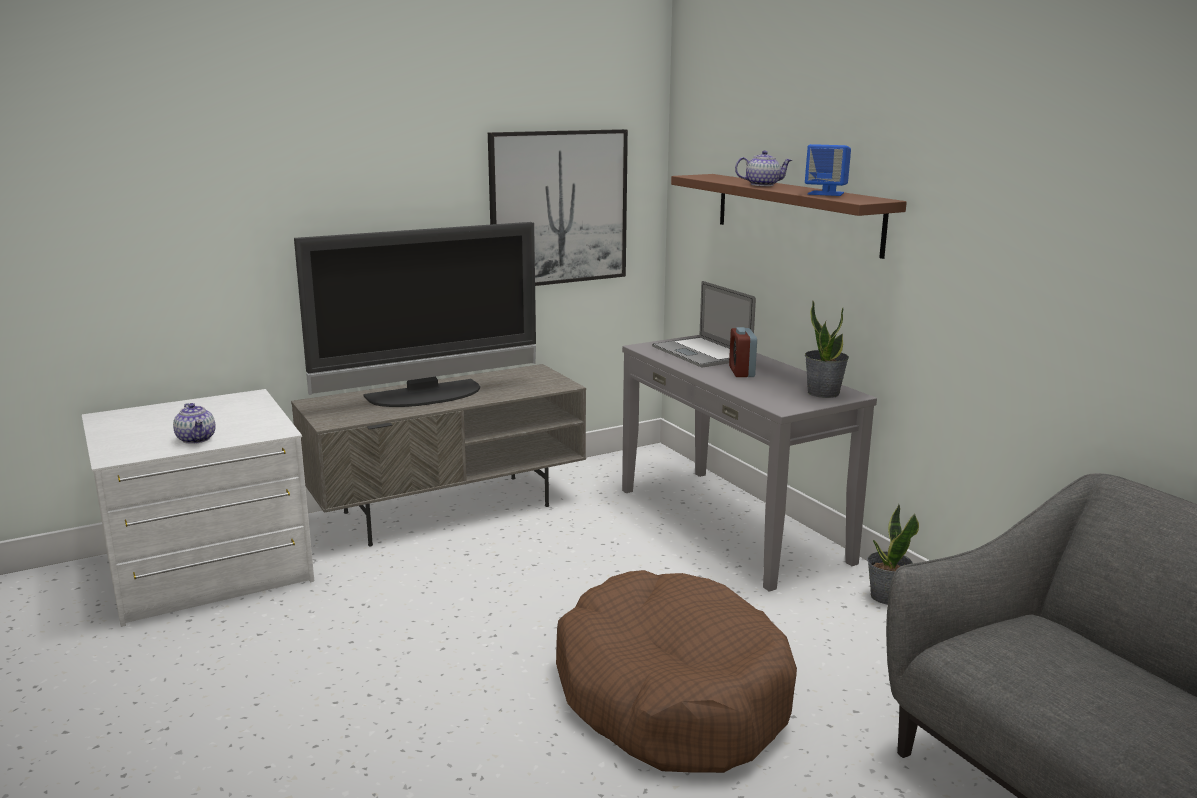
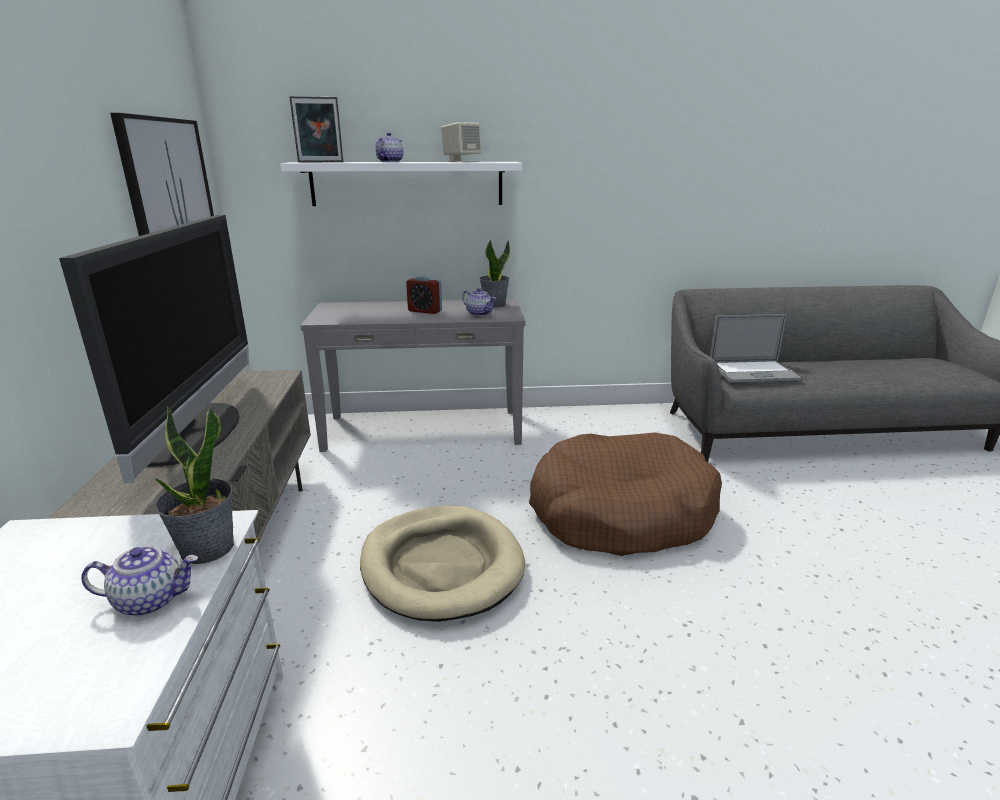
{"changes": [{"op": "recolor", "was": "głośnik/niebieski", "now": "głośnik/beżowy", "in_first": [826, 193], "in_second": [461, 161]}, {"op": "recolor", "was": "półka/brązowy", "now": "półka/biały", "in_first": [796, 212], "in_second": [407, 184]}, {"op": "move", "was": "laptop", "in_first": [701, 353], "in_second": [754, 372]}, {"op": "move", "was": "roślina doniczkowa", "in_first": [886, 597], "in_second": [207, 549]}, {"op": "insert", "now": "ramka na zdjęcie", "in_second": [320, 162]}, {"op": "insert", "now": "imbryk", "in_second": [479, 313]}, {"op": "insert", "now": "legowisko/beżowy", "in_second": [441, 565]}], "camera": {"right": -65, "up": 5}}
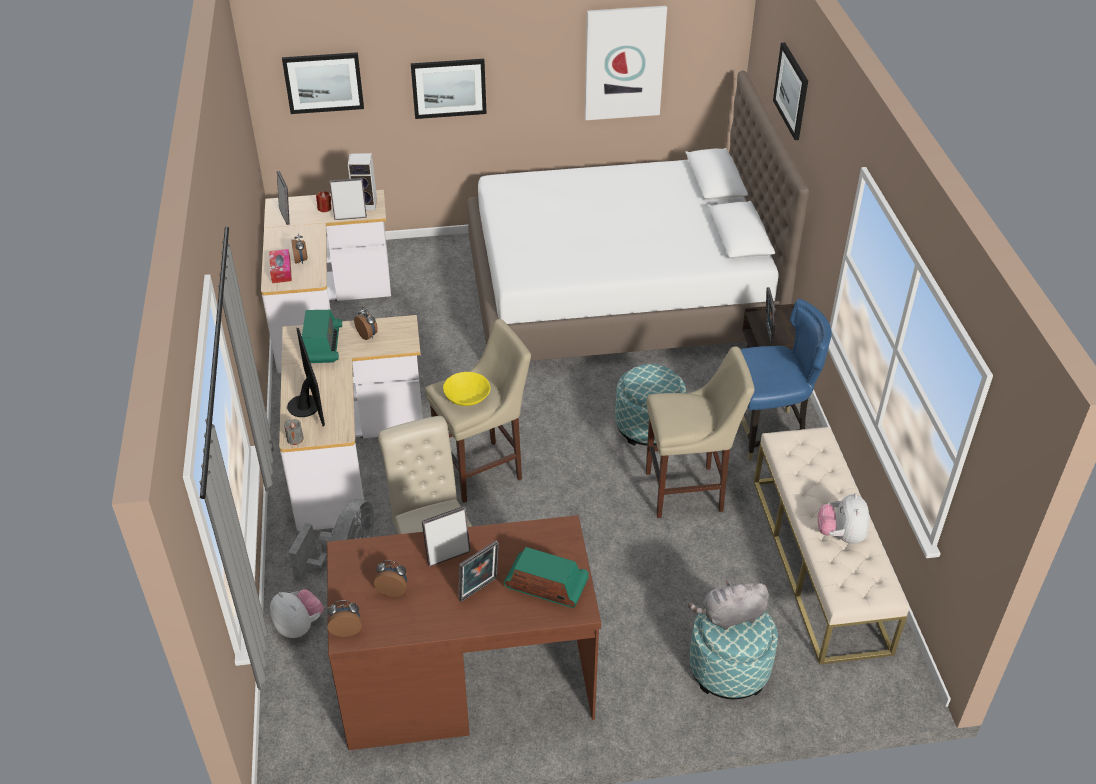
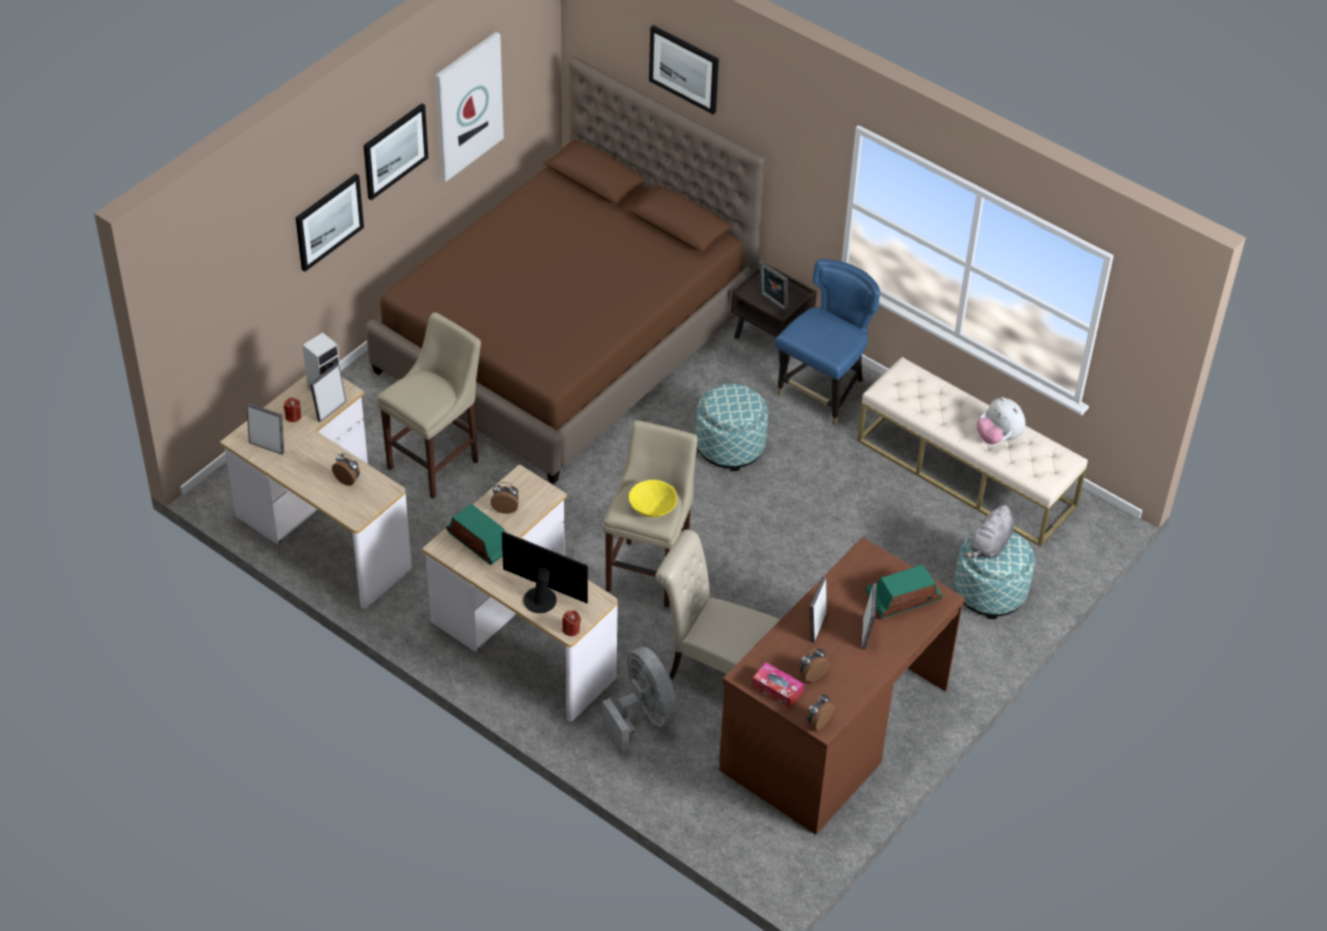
{"changes": [{"op": "move", "was": "obraz", "in_first": [323, 82], "in_second": [394, 150]}, {"op": "recolor", "was": "łóżko/biały", "now": "łóżko/brązowy", "in_first": [619, 294], "in_second": [566, 340]}, {"op": "move", "was": "pudełko chusteczek", "in_first": [281, 271], "in_second": [777, 690]}, {"op": "move", "was": "stołek/beżowy", "in_first": [688, 491], "in_second": [436, 462]}, {"op": "recolor", "was": "świeca/szary", "now": "świeca/czerwony", "in_first": [295, 439], "in_second": [571, 629]}, {"op": "delete", "was": "pluszak", "in_first": [299, 626]}], "camera": {"right": -45, "up": 5}}
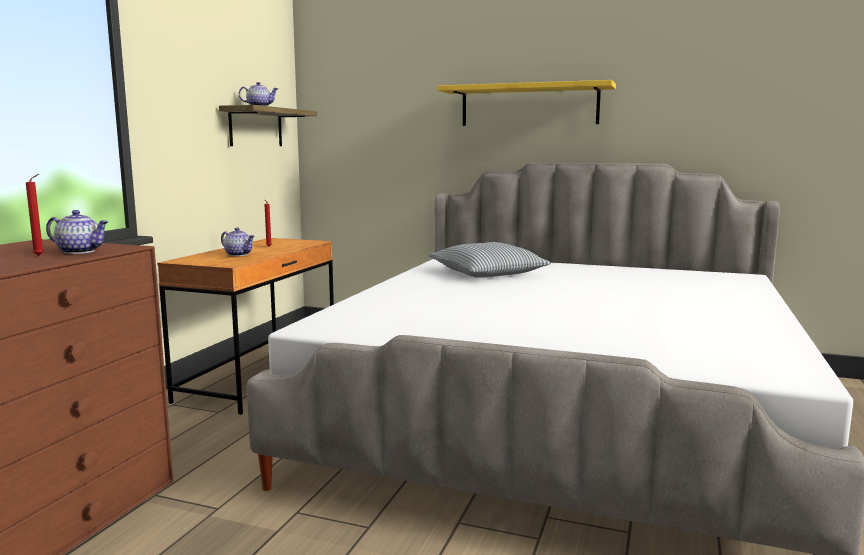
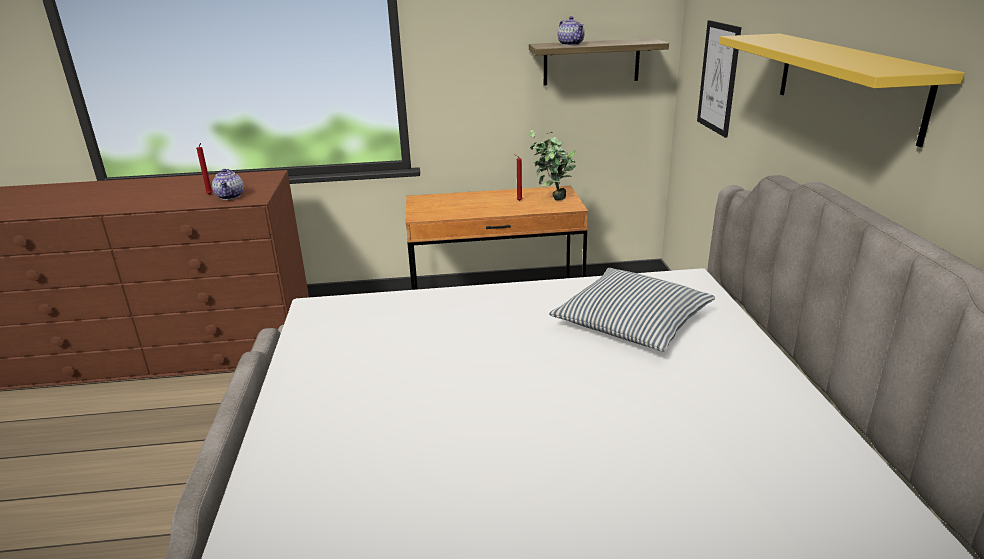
{"changes": [{"op": "delete", "was": "imbryk", "in_first": [239, 254]}, {"op": "insert", "now": "obraz", "in_second": [718, 78]}, {"op": "insert", "now": "roślina doniczkowa", "in_second": [551, 200]}], "camera": {"right": 65, "up": 15}}
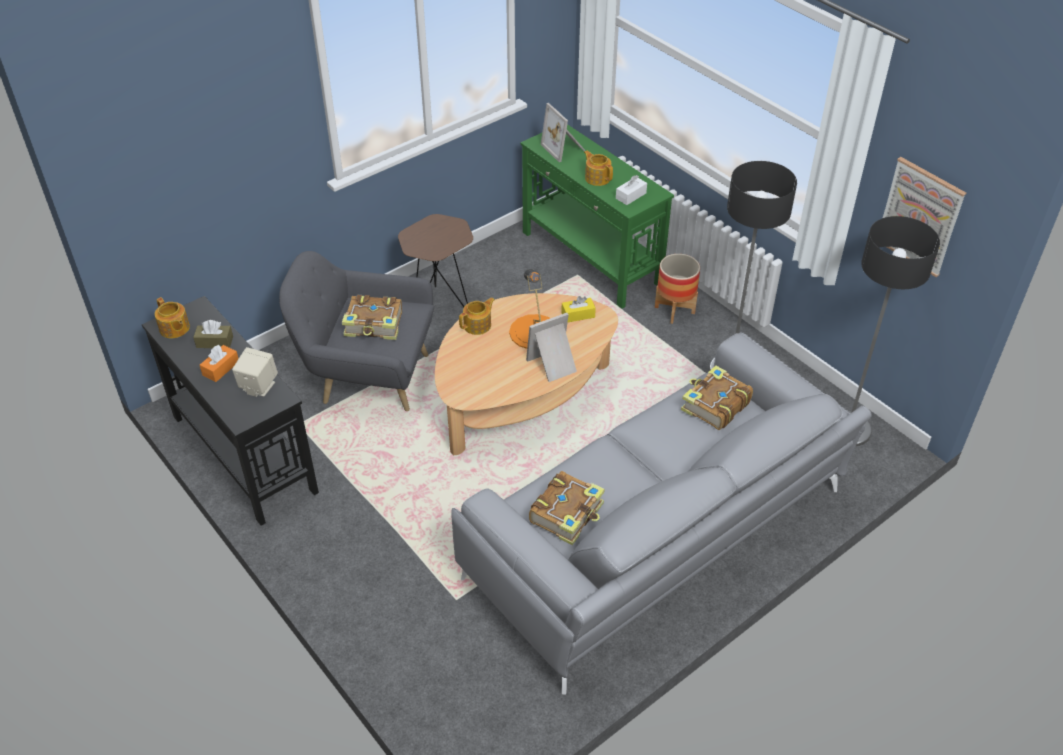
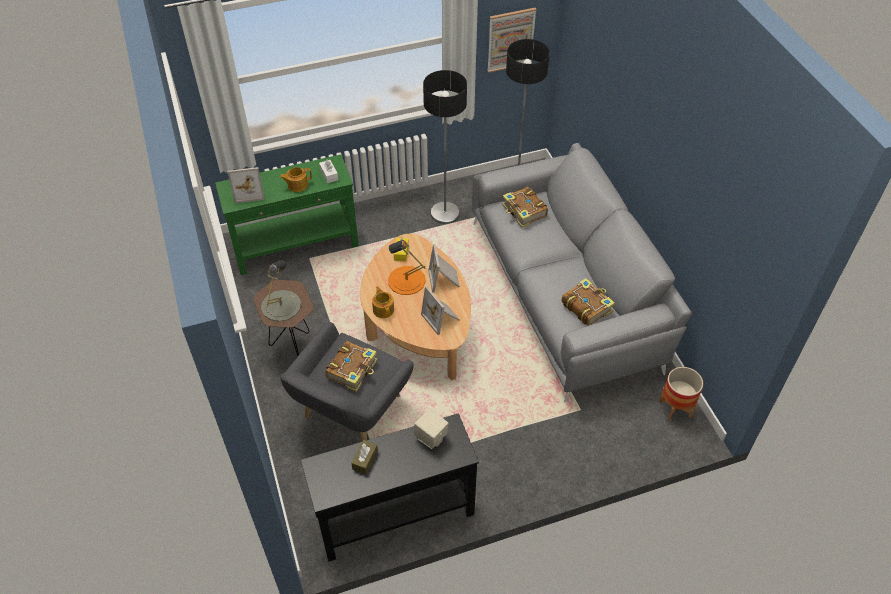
{"changes": [{"op": "move", "was": "donica", "in_first": [674, 310], "in_second": [675, 409]}, {"op": "delete", "was": "imbryk", "in_first": [174, 329]}, {"op": "delete", "was": "pudełko chusteczek/pomarańczowy", "in_first": [221, 368]}, {"op": "insert", "now": "lampa stołowa/szary", "in_second": [281, 305]}, {"op": "insert", "now": "ramka na zdjęcie", "in_second": [442, 318]}], "camera": {"right": -70, "up": 5}}
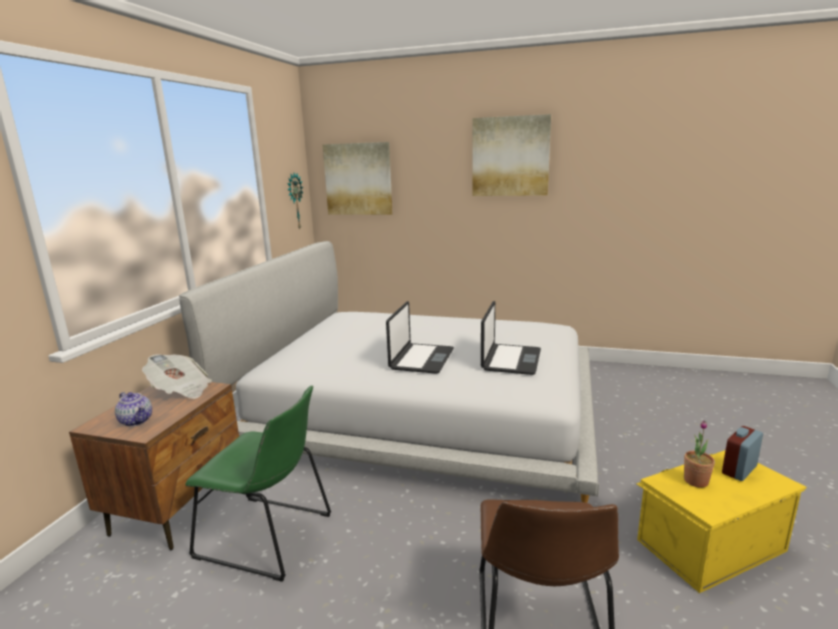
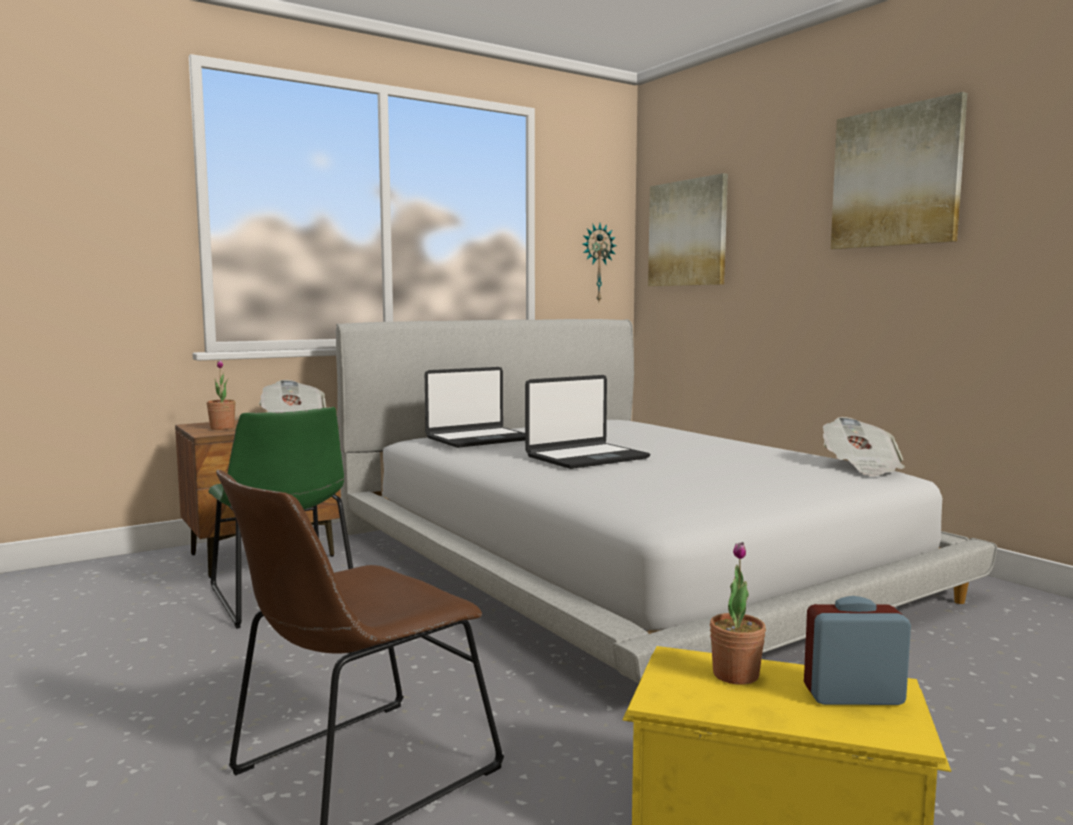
{"changes": [{"op": "move", "was": "laptop", "in_first": [510, 360], "in_second": [478, 439]}, {"op": "replace", "was": "imbryk", "now": "roślina doniczkowa", "in_first": [137, 421], "in_second": [222, 428]}, {"op": "insert", "now": "gazeta", "in_second": [861, 468]}], "camera": {"right": 40, "up": -10}}
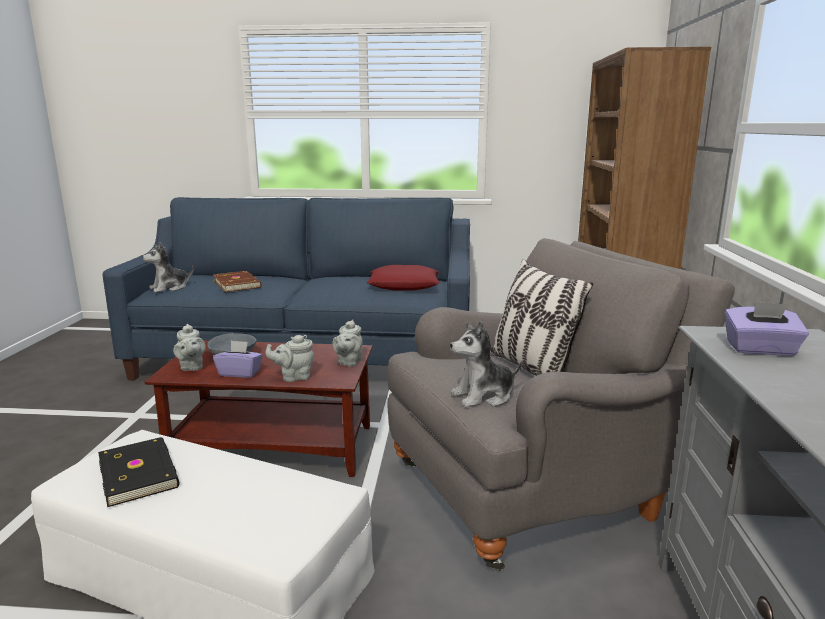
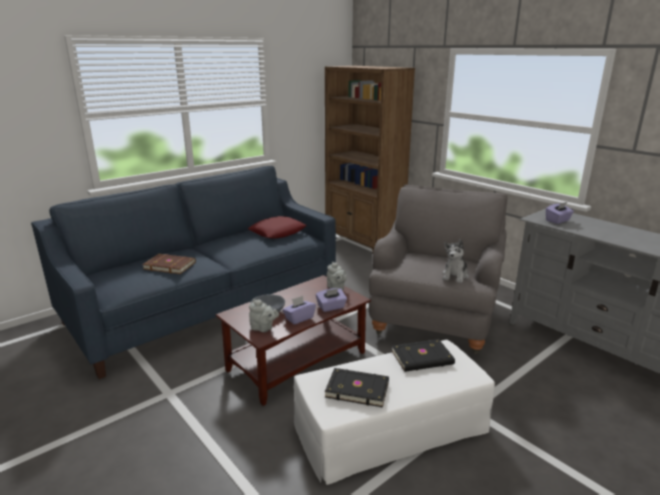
{"changes": [{"op": "delete", "was": "pluszak", "in_first": [170, 288]}, {"op": "delete", "was": "poduszka", "in_first": [531, 368]}, {"op": "replace", "was": "imbryk/szary", "now": "pudełko chusteczek/fioletowy", "in_first": [294, 377], "in_second": [331, 307]}, {"op": "insert", "now": "książka/czarny", "in_second": [423, 358]}], "camera": {"right": -45, "up": 5}}
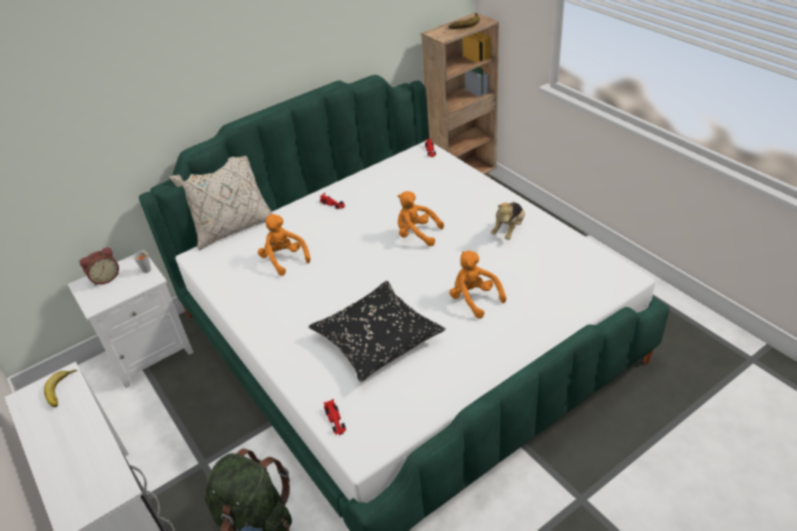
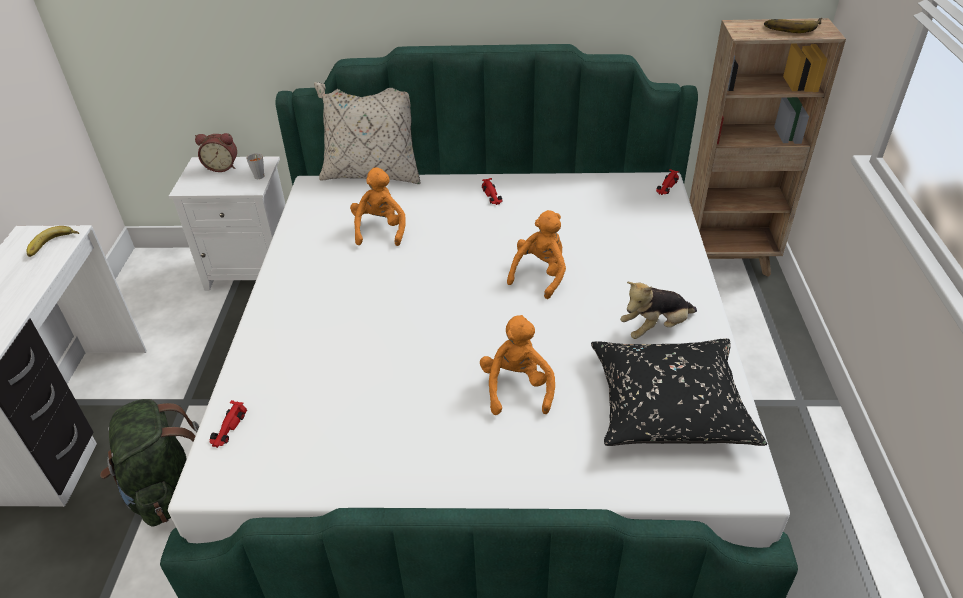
{"changes": [{"op": "rotate", "was": "pluszak/pomarańczowy", "in_first": [416, 234], "in_second": [540, 275], "clockwise": 60}, {"op": "move", "was": "poduszka/czarny", "in_first": [377, 339], "in_second": [668, 406]}], "camera": {"right": 35, "up": 0}}
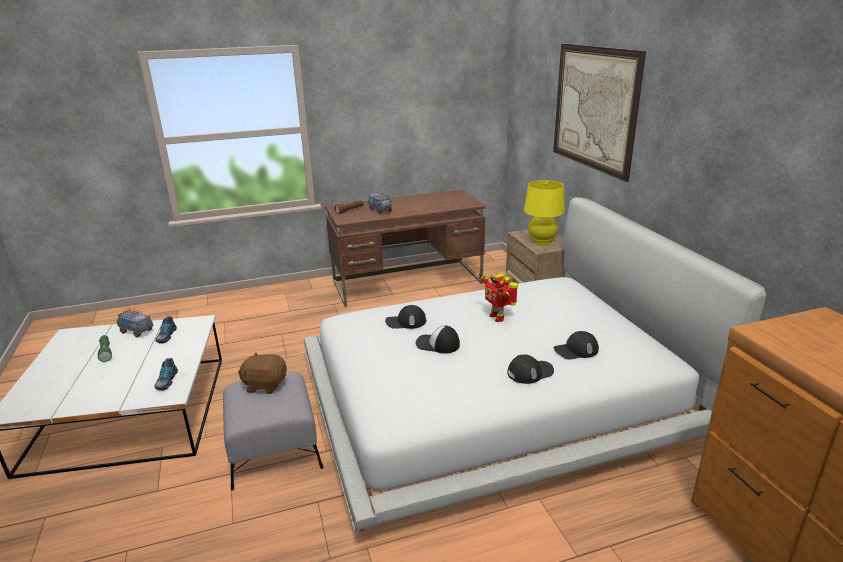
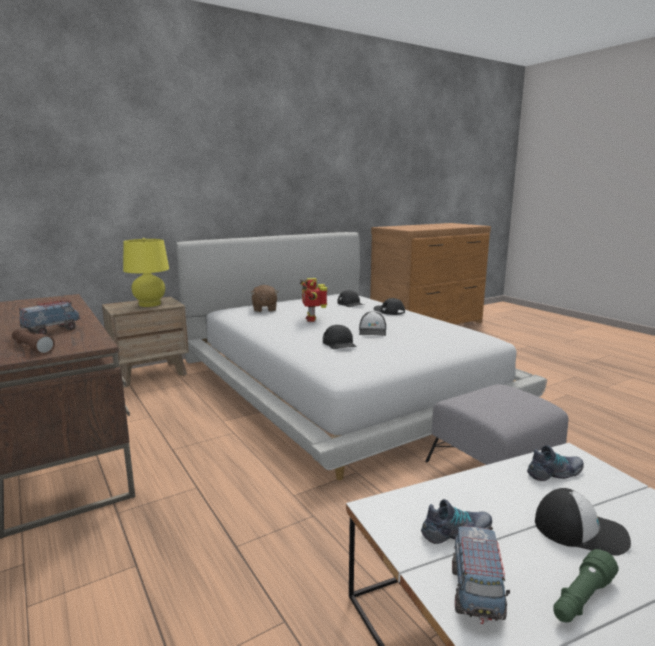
{"changes": [{"op": "delete", "was": "obraz", "in_first": [594, 108]}, {"op": "rotate", "was": "robot zabawkowy", "in_first": [497, 317], "in_second": [312, 319], "clockwise": 120}, {"op": "move", "was": "pluszak/brązowy", "in_first": [265, 385], "in_second": [264, 309]}, {"op": "insert", "now": "czapka z daszkiem", "in_second": [580, 530]}], "camera": {"right": -105, "up": -10}}
